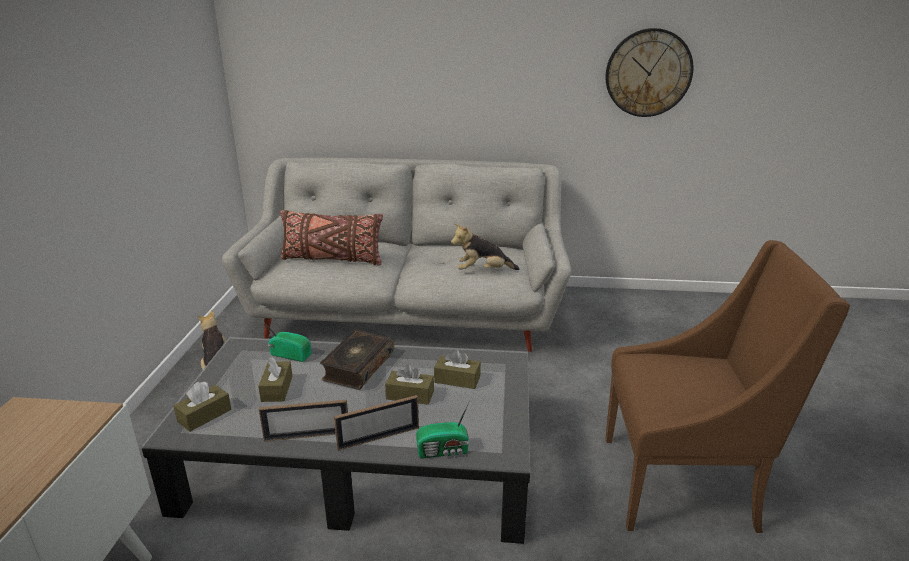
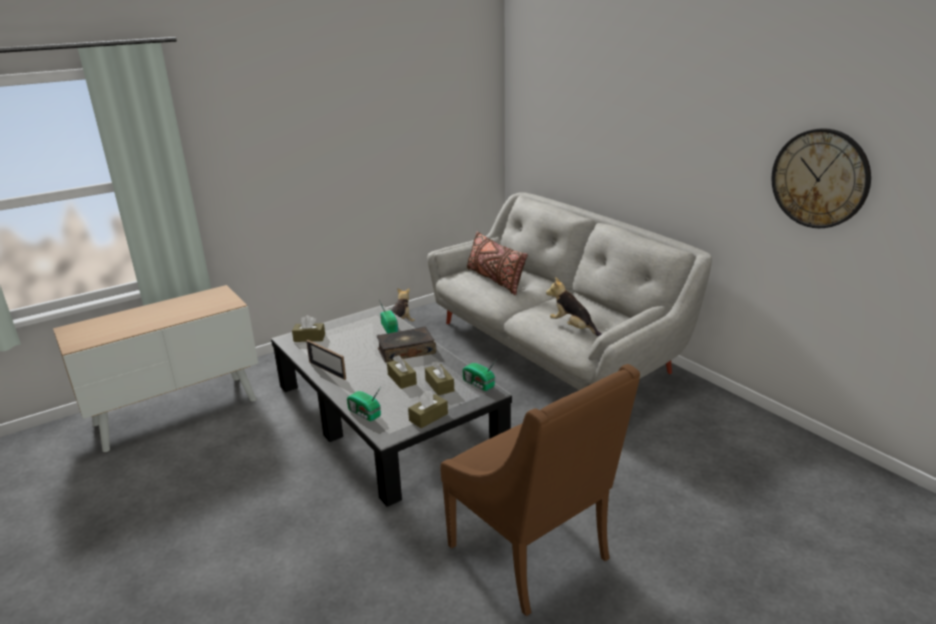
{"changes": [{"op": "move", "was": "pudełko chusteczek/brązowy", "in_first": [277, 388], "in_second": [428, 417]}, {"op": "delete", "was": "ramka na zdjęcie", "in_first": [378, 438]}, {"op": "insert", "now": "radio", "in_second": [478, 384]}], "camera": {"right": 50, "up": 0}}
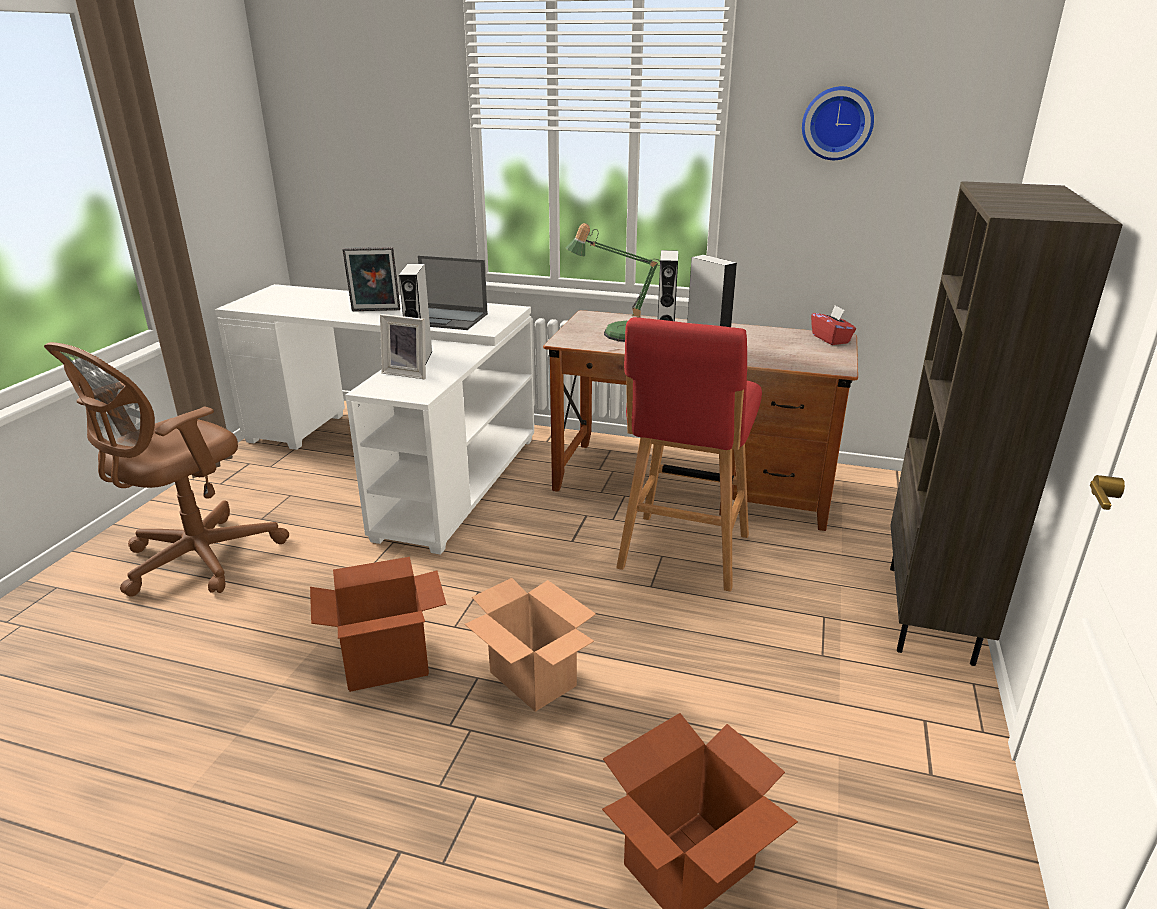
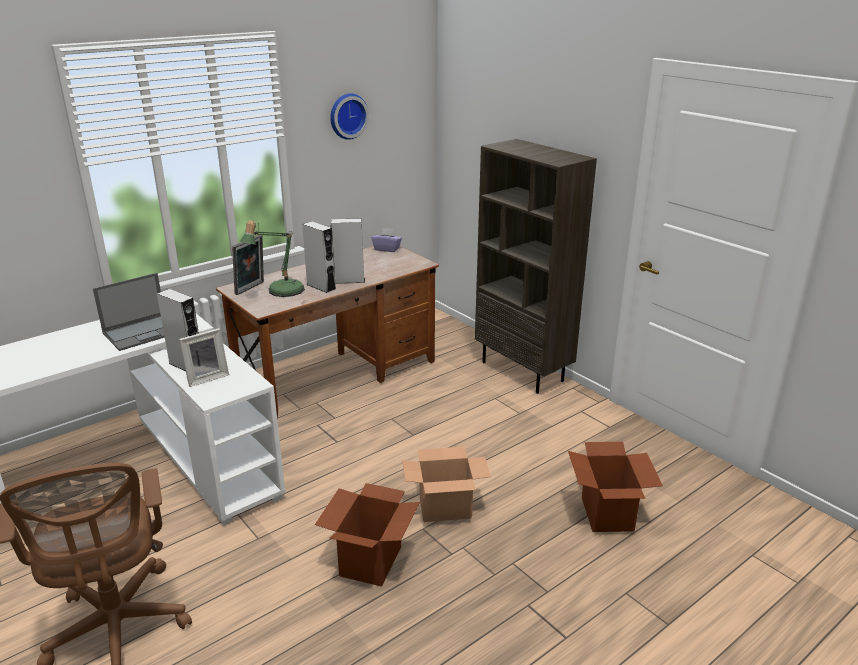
{"changes": [{"op": "move", "was": "ramka na zdjęcie", "in_first": [375, 311], "in_second": [251, 288]}, {"op": "recolor", "was": "pudełko chusteczek/czerwony", "now": "pudełko chusteczek/fioletowy", "in_first": [831, 339], "in_second": [387, 249]}, {"op": "delete", "was": "stołek/czerwony", "in_first": [683, 554]}], "camera": {"right": -55, "up": 0}}
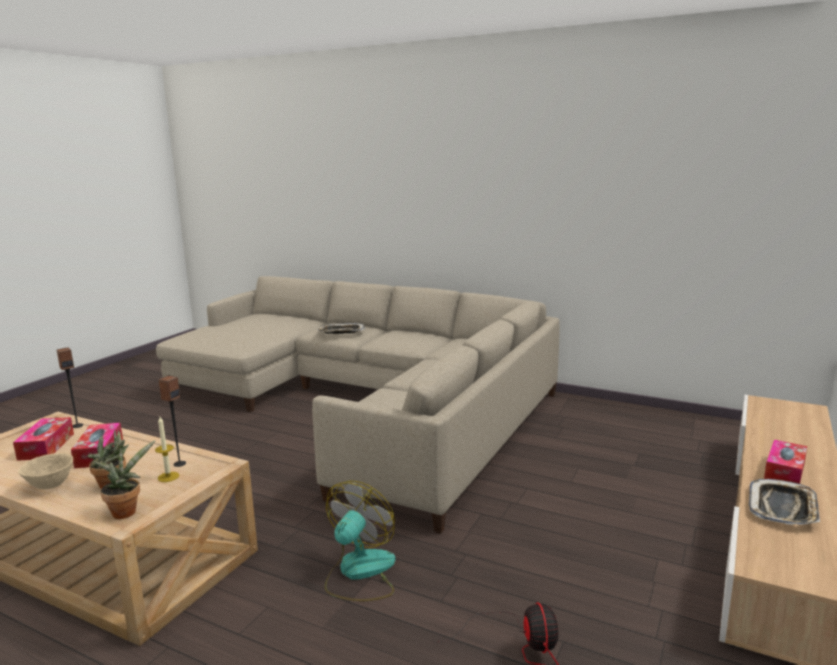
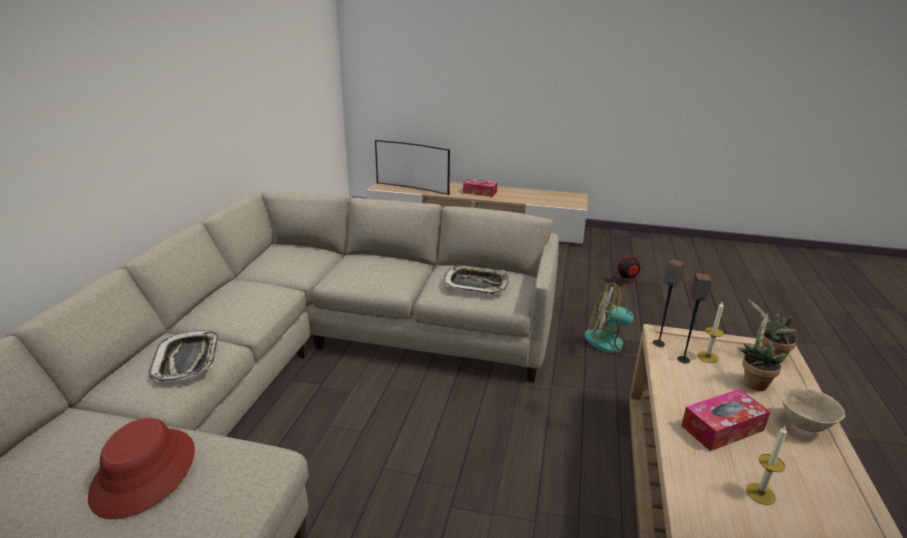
{"changes": [{"op": "move", "was": "głośnik", "in_first": [77, 425], "in_second": [658, 343]}, {"op": "replace", "was": "pudełko chusteczek", "now": "świeca", "in_first": [46, 446], "in_second": [760, 493]}, {"op": "move", "was": "taca", "in_first": [783, 508], "in_second": [476, 284]}, {"op": "insert", "now": "telewizor", "in_second": [413, 187]}, {"op": "insert", "now": "kapelusz/czerwony", "in_second": [145, 472]}], "camera": {"right": -105, "up": 10}}
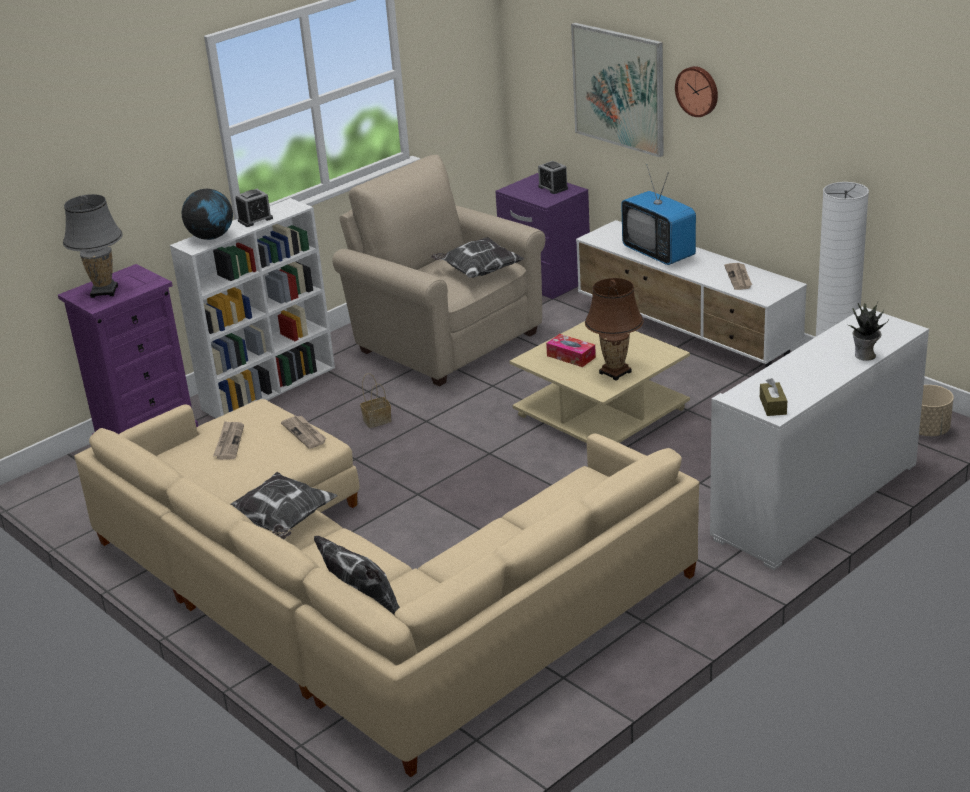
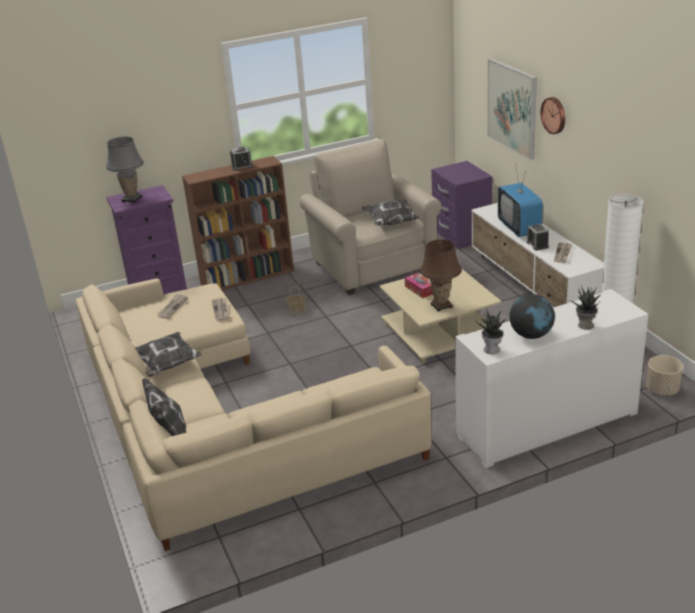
{"changes": [{"op": "move", "was": "budzik", "in_first": [553, 188], "in_second": [537, 245]}, {"op": "move", "was": "globus", "in_first": [211, 237], "in_second": [531, 335]}, {"op": "recolor", "was": "regał/biały", "now": "regał/brązowy", "in_first": [270, 387], "in_second": [248, 277]}, {"op": "replace", "was": "pudełko chusteczek/brązowy", "now": "roślina doniczkowa", "in_first": [773, 406], "in_second": [492, 350]}], "camera": {"right": 20, "up": 0}}
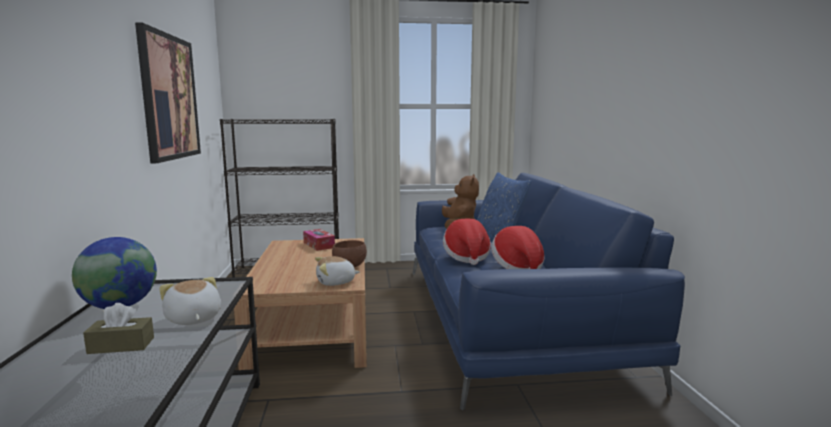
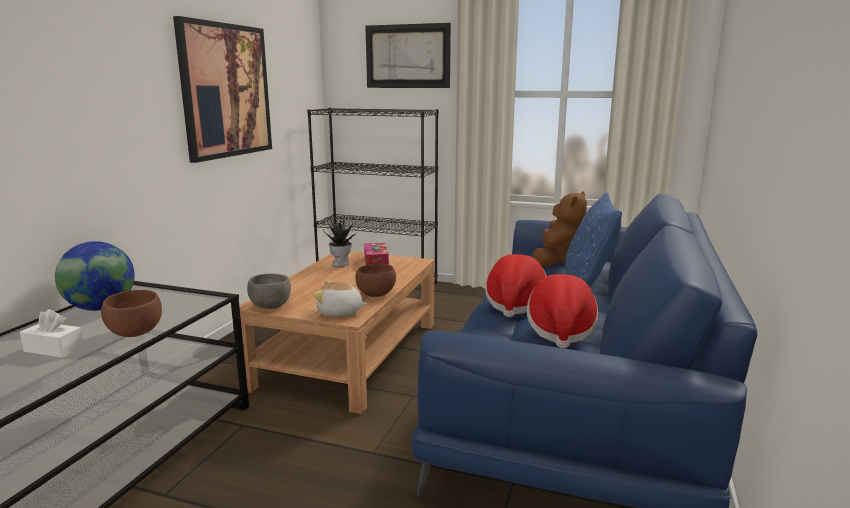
{"changes": [{"op": "replace", "was": "pluszak", "now": "miska/brązowy", "in_first": [192, 319], "in_second": [134, 333]}, {"op": "recolor", "was": "pudełko chusteczek/brązowy", "now": "pudełko chusteczek/biały", "in_first": [121, 345], "in_second": [54, 349]}, {"op": "insert", "now": "obraz", "in_second": [407, 56]}, {"op": "insert", "now": "roślina doniczkowa", "in_second": [341, 264]}, {"op": "insert", "now": "miska/szary", "in_second": [271, 306]}], "camera": {"right": 25, "up": 5}}
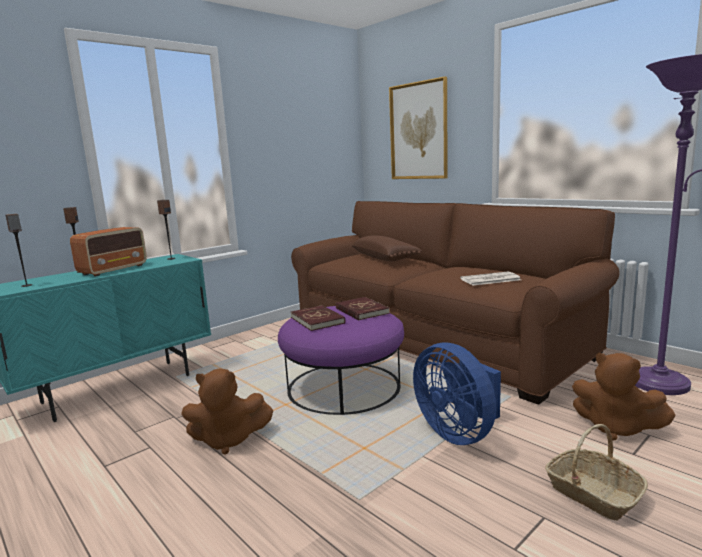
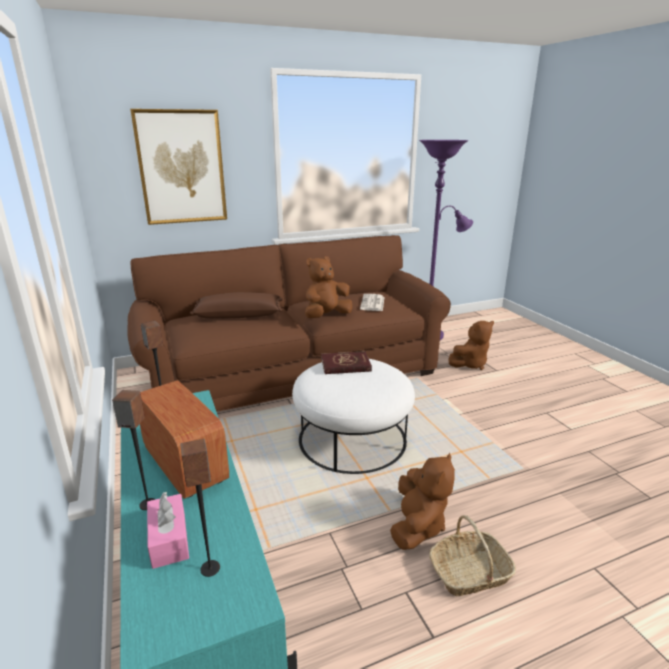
{"changes": [{"op": "delete", "was": "książka/czerwony", "in_first": [317, 320]}, {"op": "recolor", "was": "pufa/fioletowy", "now": "pufa/biały", "in_first": [344, 387], "in_second": [352, 438]}, {"op": "delete", "was": "wentylator/niebieski", "in_first": [458, 432]}, {"op": "move", "was": "koszyk", "in_first": [592, 493], "in_second": [469, 573]}, {"op": "insert", "now": "pluszak/brązowy", "in_second": [326, 316]}, {"op": "insert", "now": "pudełko chusteczek/różowy", "in_second": [169, 539]}], "camera": {"right": -70, "up": 10}}
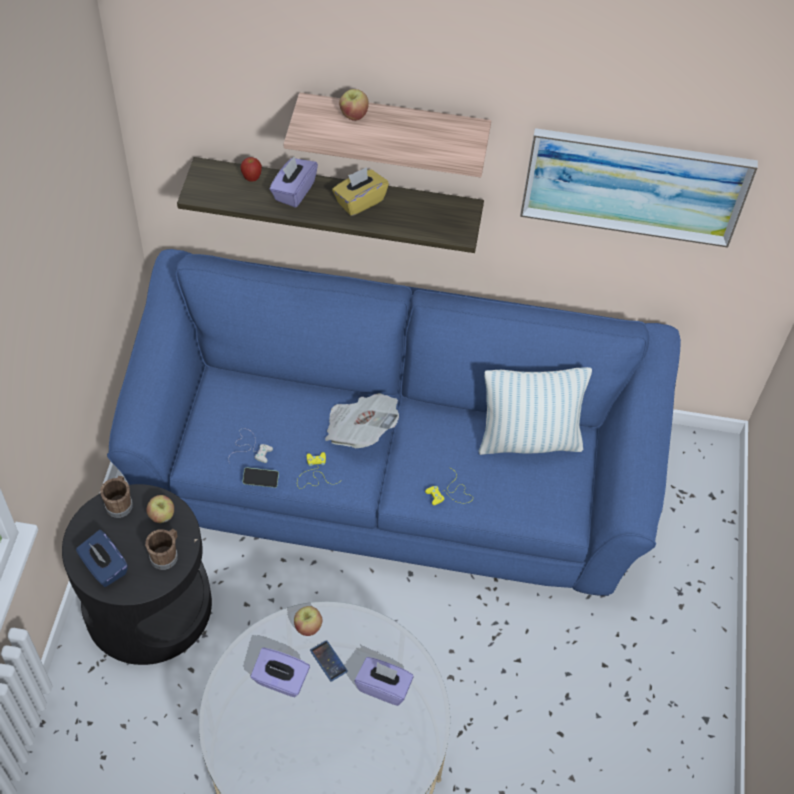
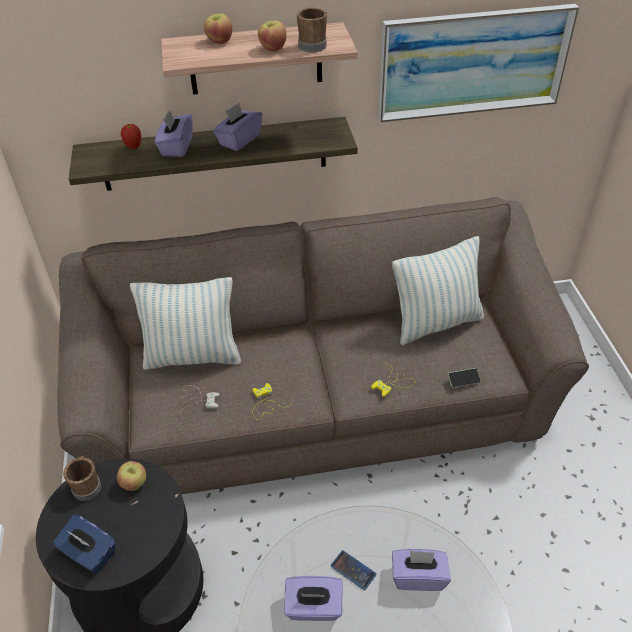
{"changes": [{"op": "recolor", "was": "pudełko chusteczek/żółty", "now": "pudełko chusteczek/fioletowy", "in_first": [359, 201], "in_second": [239, 140]}, {"op": "recolor", "was": "kanapa/niebieski", "now": "kanapa/brązowy", "in_first": [392, 473], "in_second": [318, 400]}, {"op": "delete", "was": "gazeta", "in_first": [360, 430]}, {"op": "move", "was": "telefon", "in_first": [260, 480], "in_second": [463, 381]}, {"op": "move", "was": "kubek/brązowy", "in_first": [166, 555], "in_second": [313, 45]}, {"op": "move", "was": "jabłko", "in_first": [308, 626], "in_second": [272, 48]}, {"op": "insert", "now": "poduszka", "in_second": [193, 356]}], "camera": {"right": -15, "up": -10}}
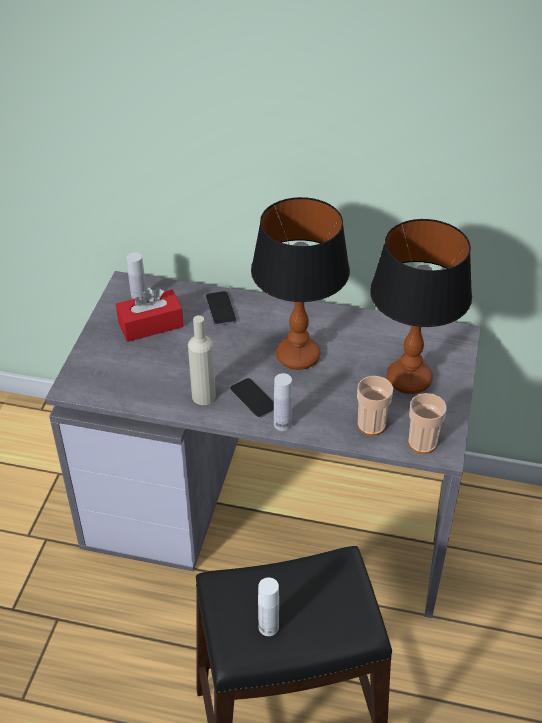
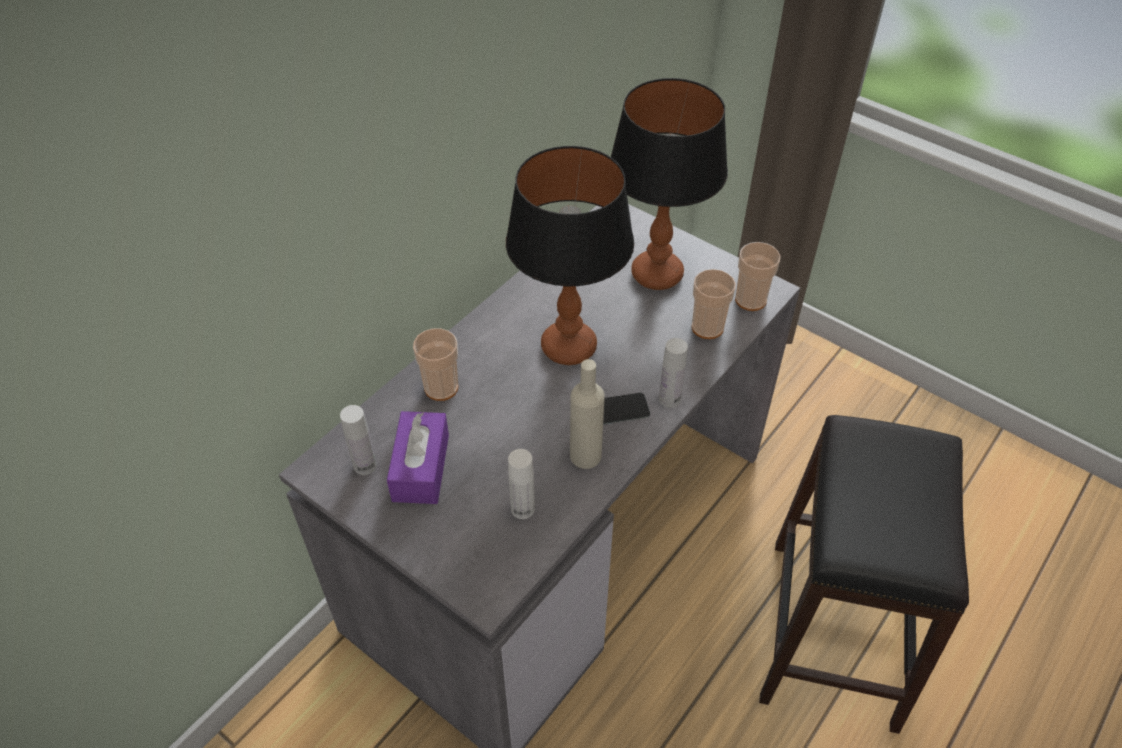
{"changes": [{"op": "recolor", "was": "pudełko chusteczek/czerwony", "now": "pudełko chusteczek/fioletowy", "in_first": [151, 325], "in_second": [421, 468]}, {"op": "replace", "was": "telefon", "now": "filiżanka", "in_first": [220, 309], "in_second": [441, 388]}, {"op": "move", "was": "butelka/biały", "in_first": [268, 627], "in_second": [522, 509]}], "camera": {"right": -65, "up": 5}}
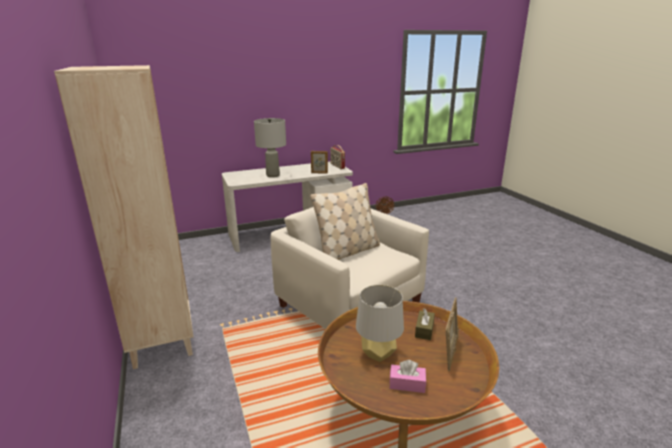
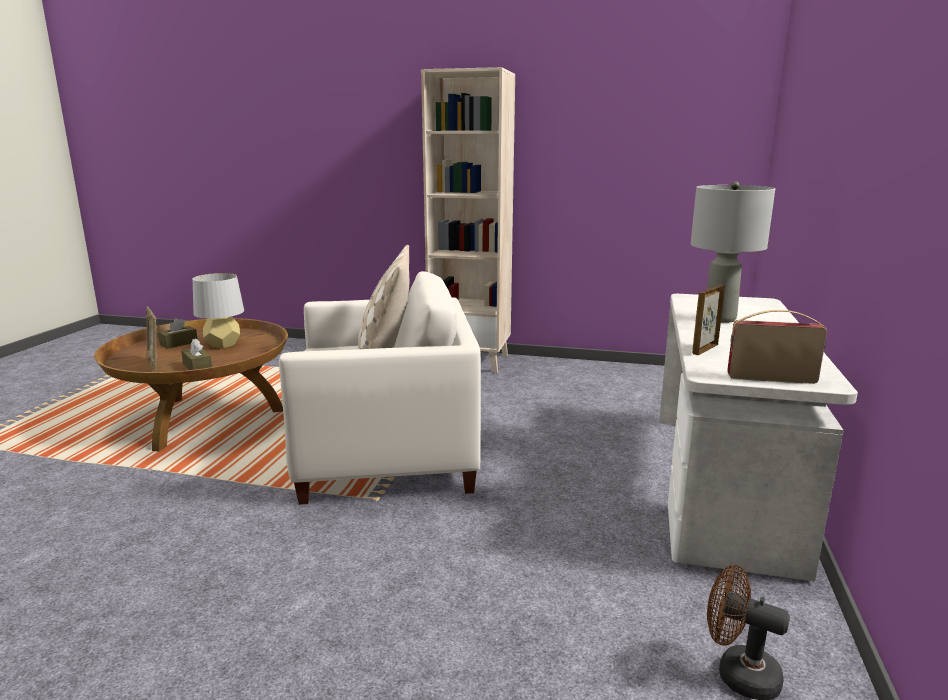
{"changes": [{"op": "recolor", "was": "pudełko chusteczek/różowy", "now": "pudełko chusteczek/brązowy", "in_first": [407, 384], "in_second": [179, 343]}], "camera": {"right": 125, "up": -5}}
